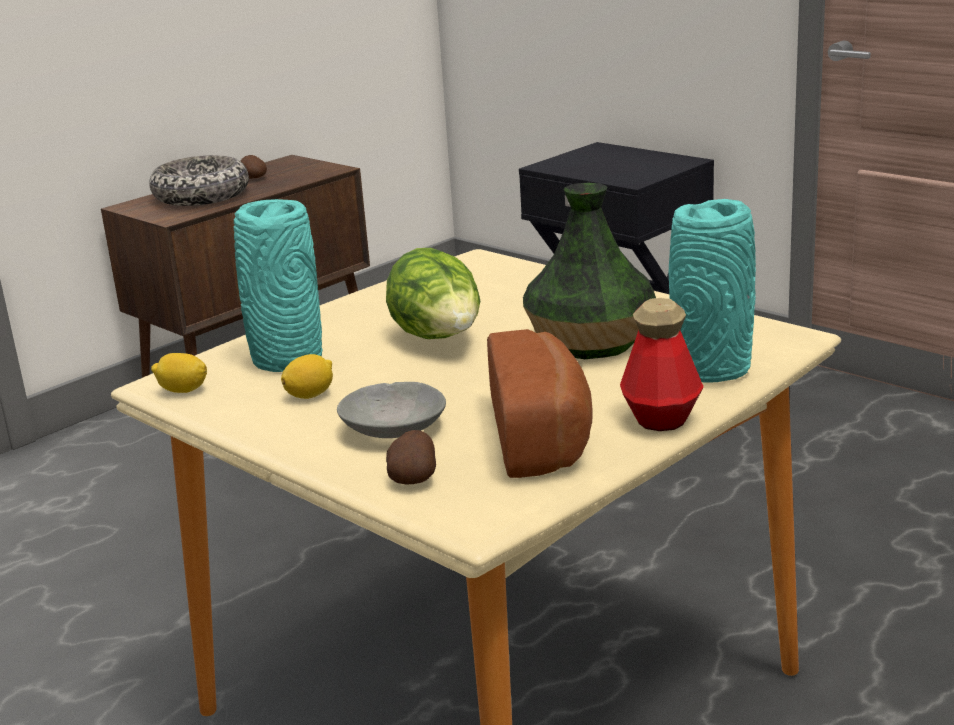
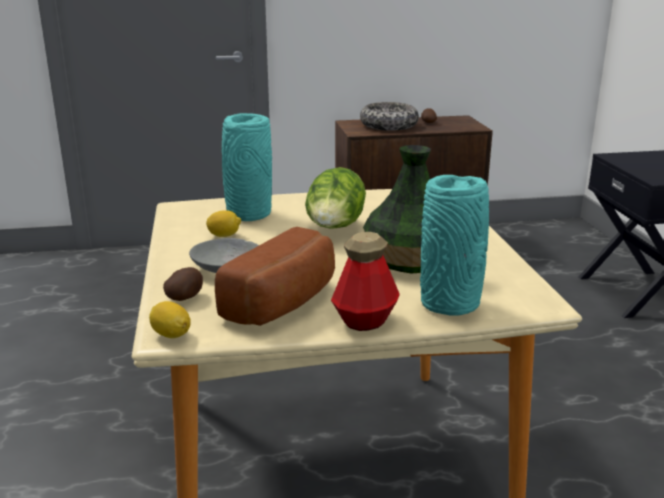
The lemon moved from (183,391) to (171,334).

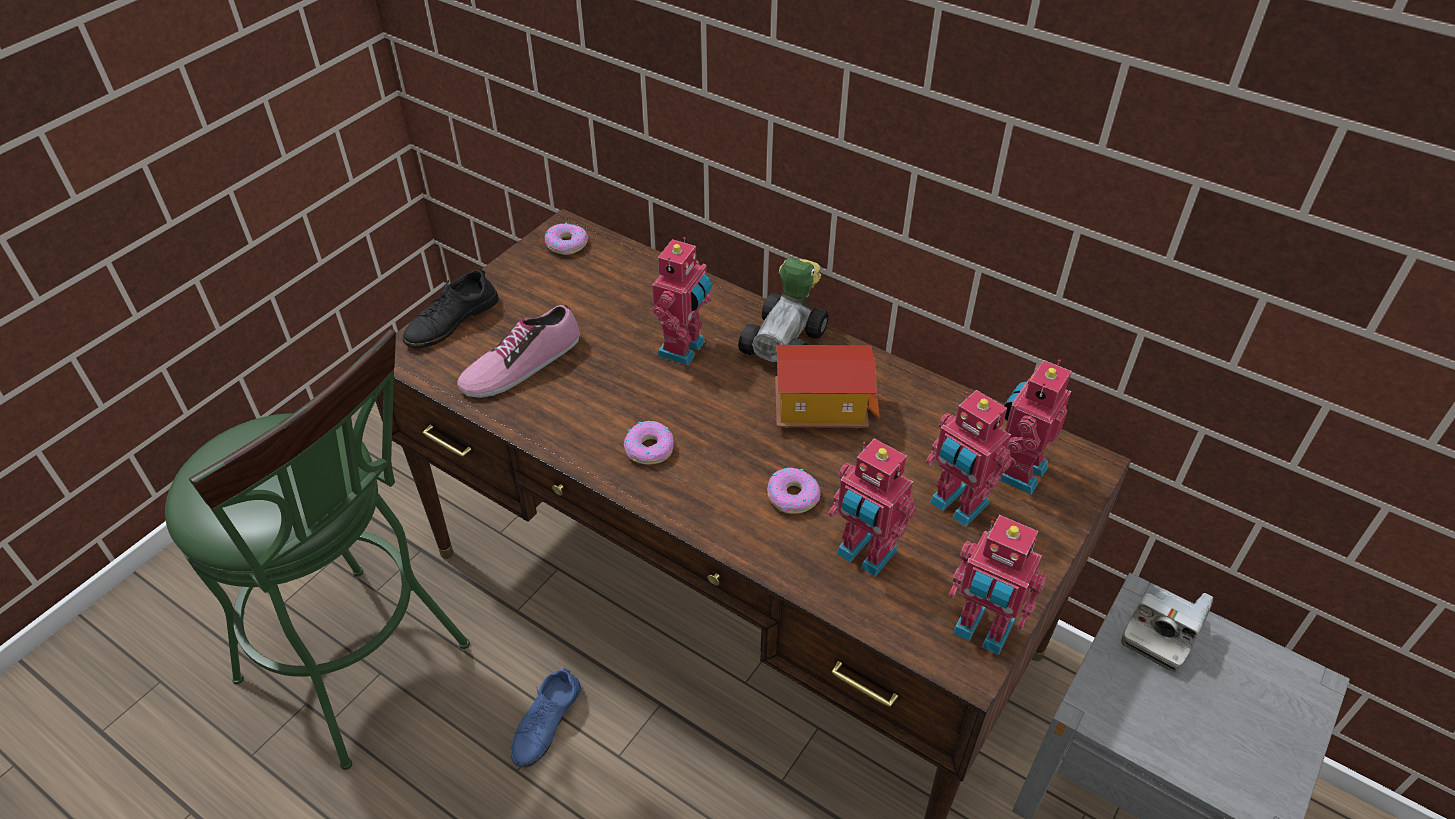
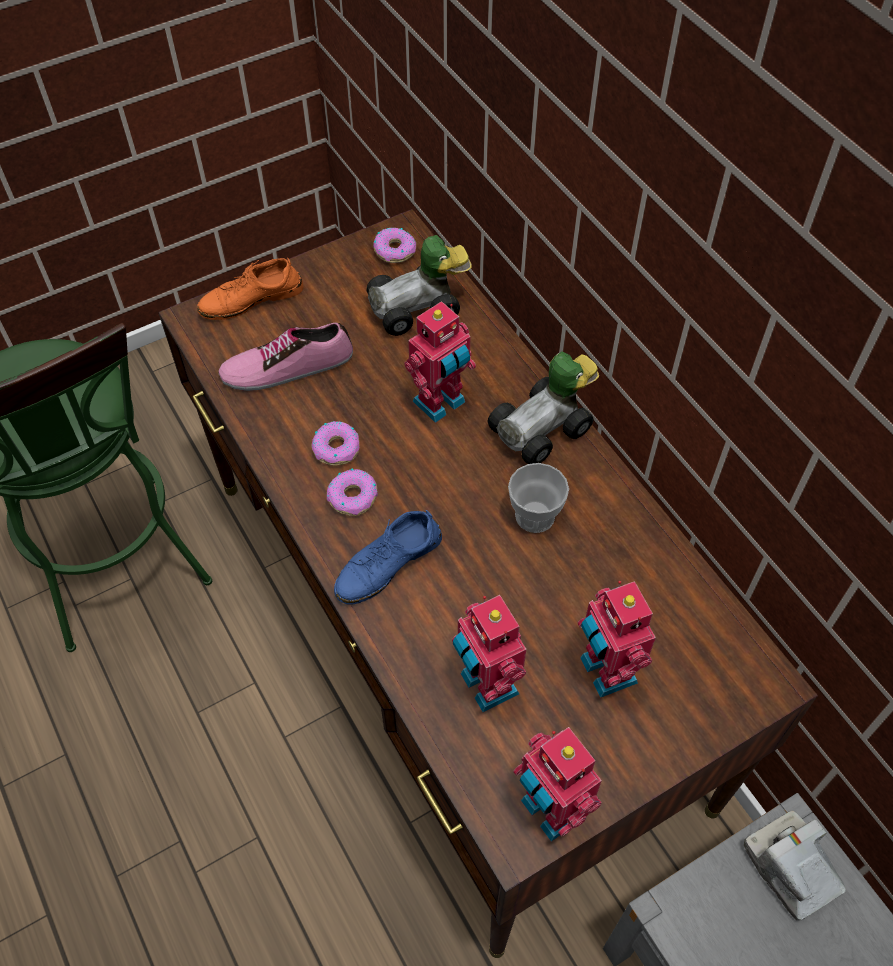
The black shoe at (451,321) became the orange shoe at (251,299). The donut moved from (793,496) to (337,448). The blue shoe moved from (546,722) to (388,564). The toy car at (419,309) appeared. The toy house at (821,408) was replaced by the cup at (535,516). The photo camera at (1161,632) turned 90 degrees clockwise. The toy robot at (1017,471) disappeared.

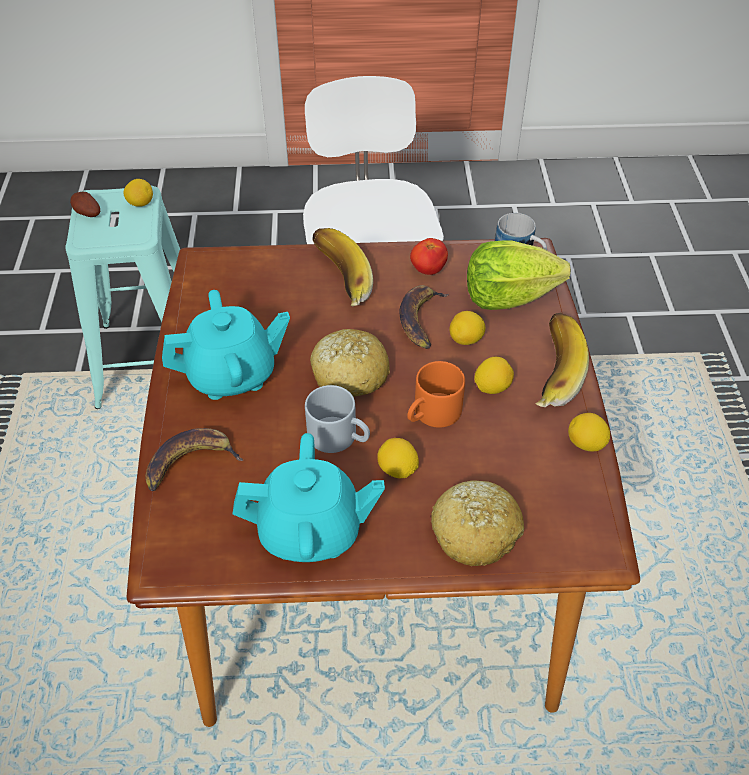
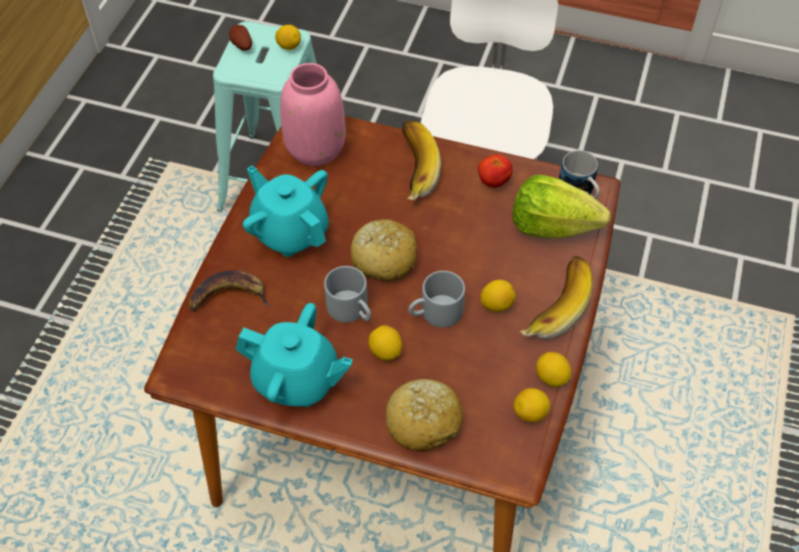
The turquoise teapot at (232,375) turned 135 degrees counterclockwise. The pink vase at (314,147) appeared. The orange mug at (432,414) became the grey mug at (435,313). The lemon moved from (466,340) to (530,413). The banana at (421,319) disappeared.

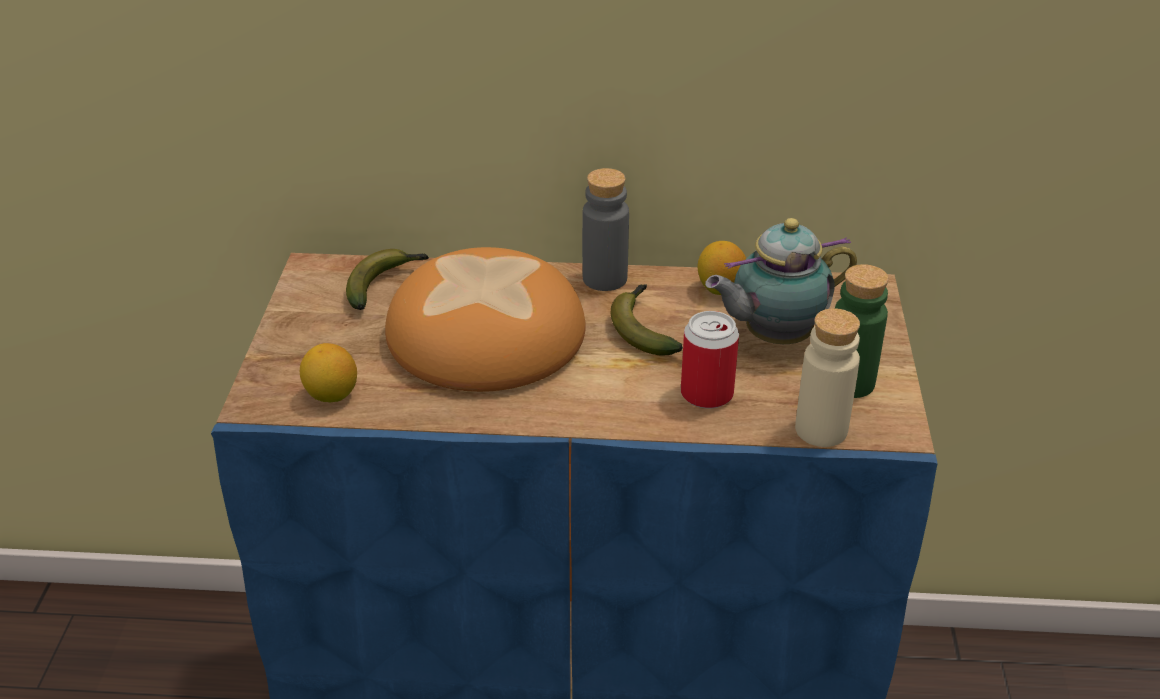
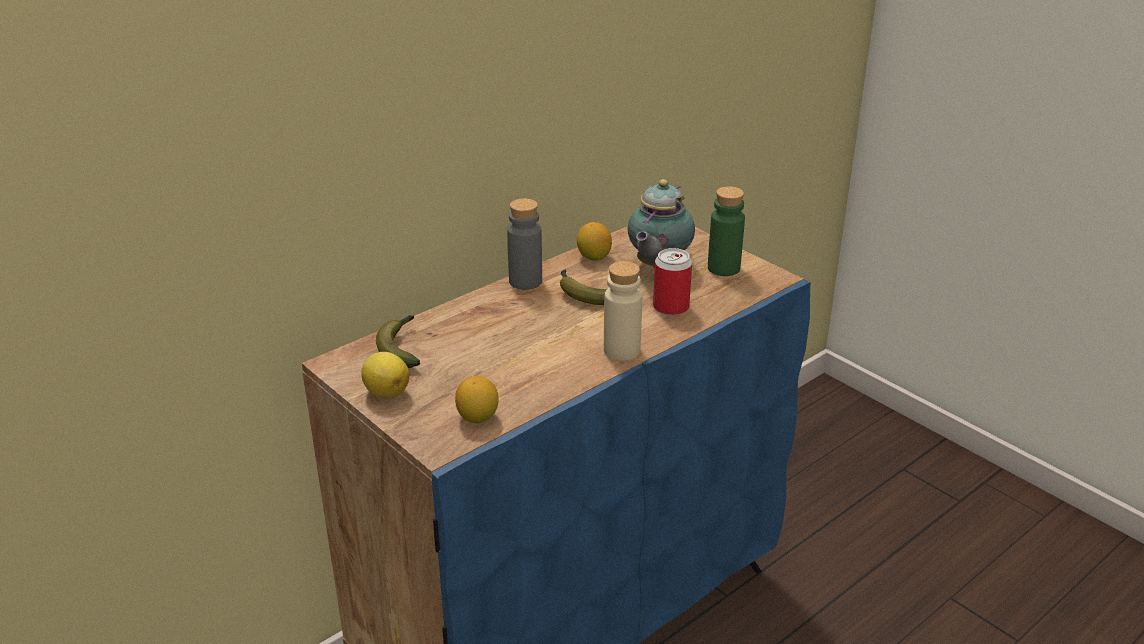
The lemon at (386,392) appeared. The beige bottle moved from (821,430) to (621,351). The bread at (488,334) disappeared.

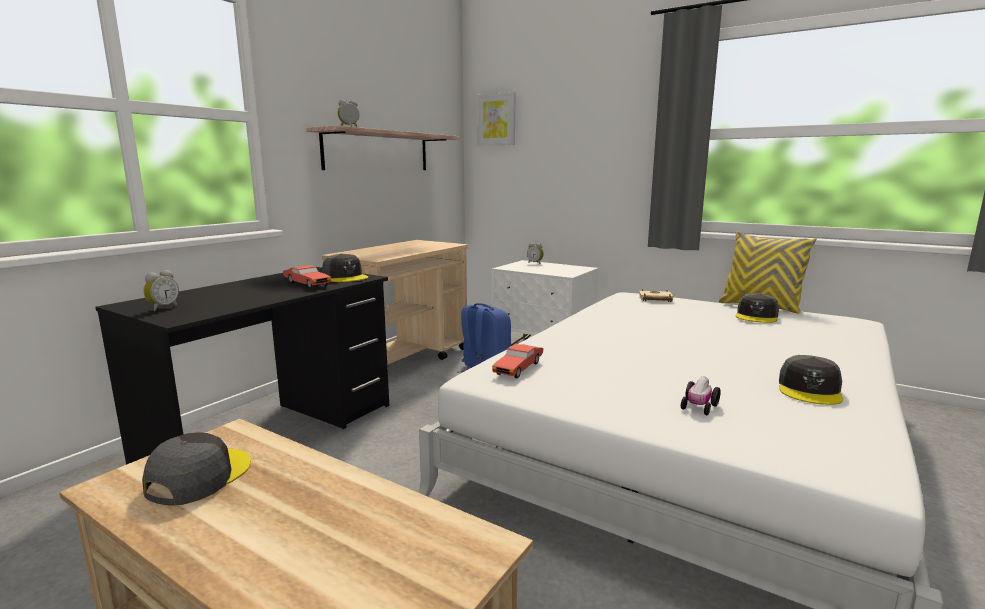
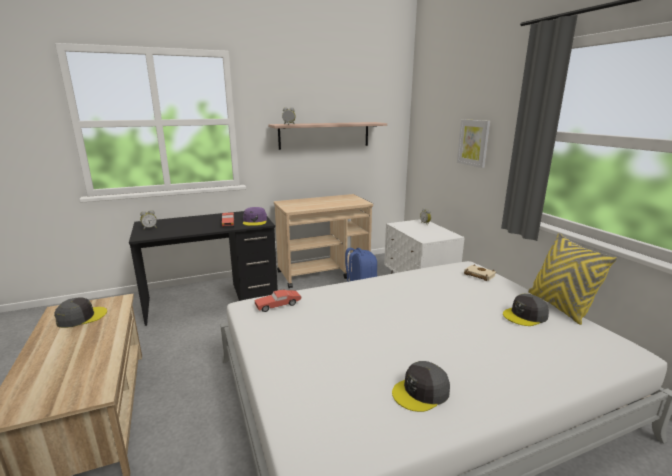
The grey cap at (345,277) became the purple cap at (255,221). The picture moved from (496,119) to (473,142). The toy car at (698,407) disappeared.

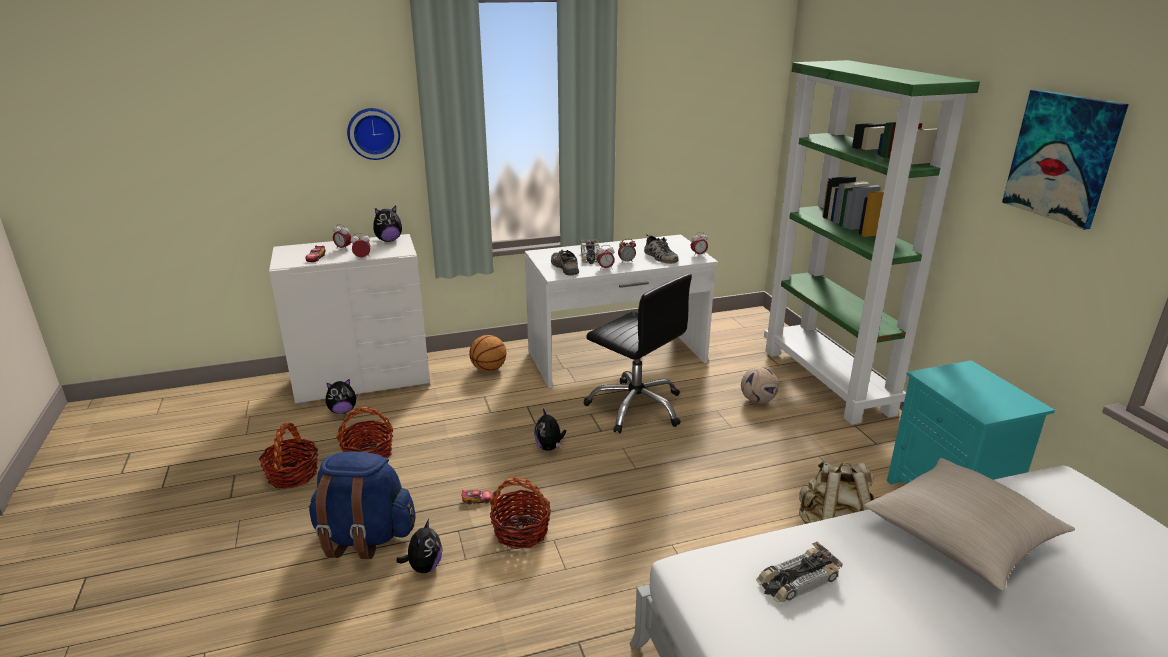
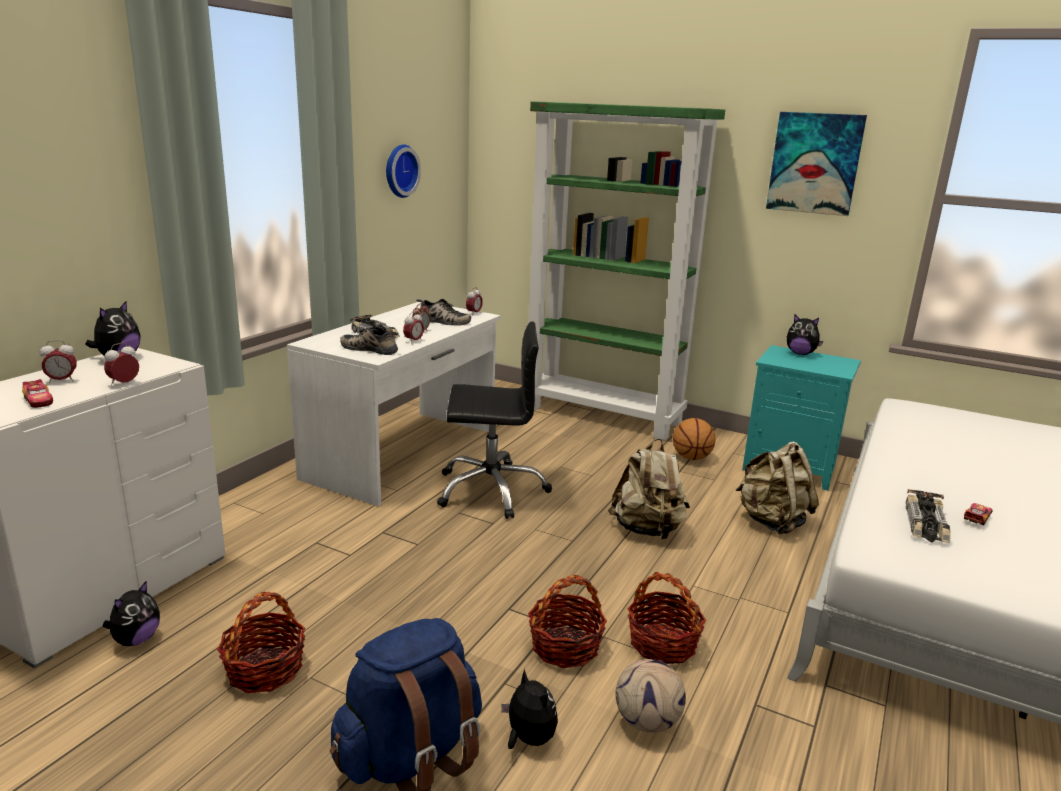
The wall clock moved from (373,133) to (399,171). The beige backpack at (647,530) appeared. The football moved from (757,401) to (648,722). The basket moved from (293,475) to (662,643). The basketball moved from (489,369) to (691,458). The plush toy moved from (550,447) to (800,353). The toy car moved from (478,499) to (977,518). The beige pillow at (961,537) disappeared.

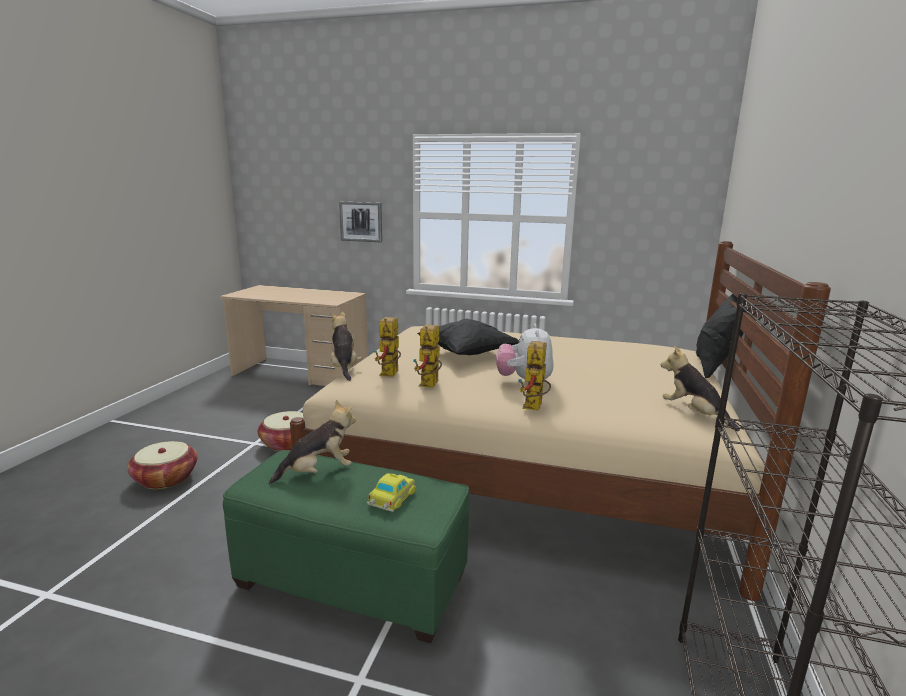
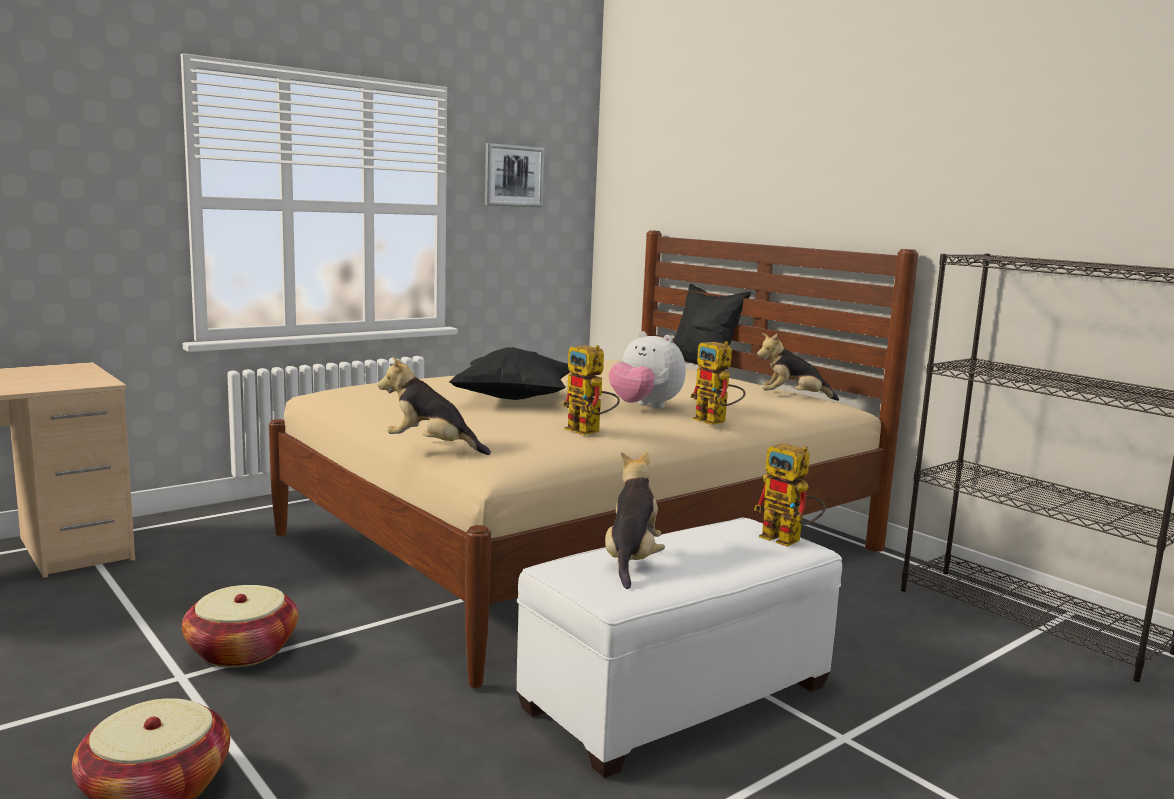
The picture moved from (361,221) to (513,176). The green ottoman at (352,580) became the white ottoman at (677,698). The toy robot moved from (390,375) to (789,540). The toy car at (391,498) disappeared.

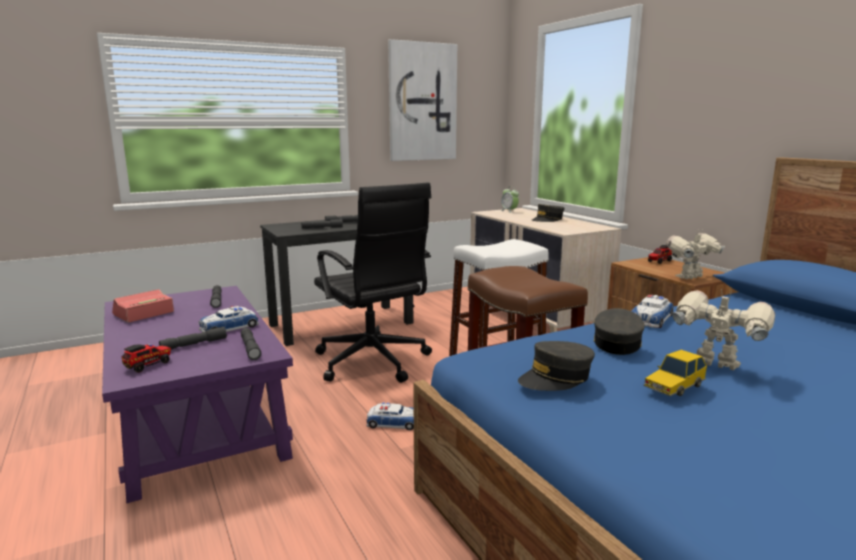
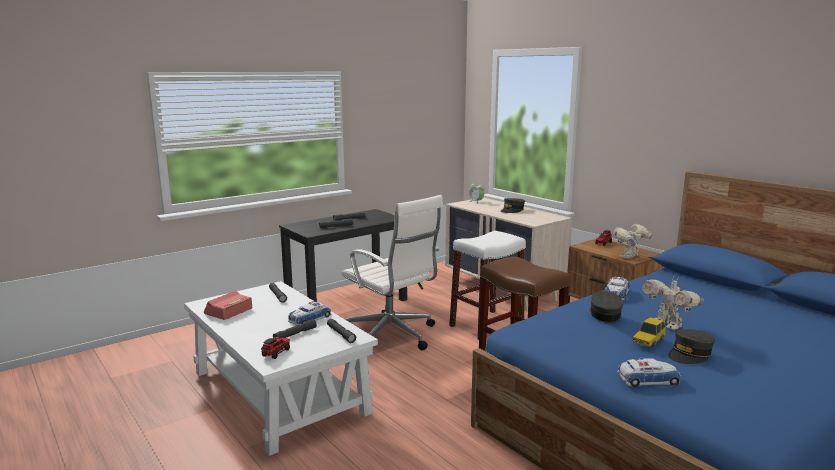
The purple coffee table at (198,419) became the white coffee table at (279,392). The black office chair at (373,362) became the white office chair at (392,336). The toy car moved from (393,422) to (648,379). The toy robot at (715,365) turned 150 degrees counterclockwise. The grey cap moved from (556,378) to (690,354). The picture at (422,102) disappeared.

